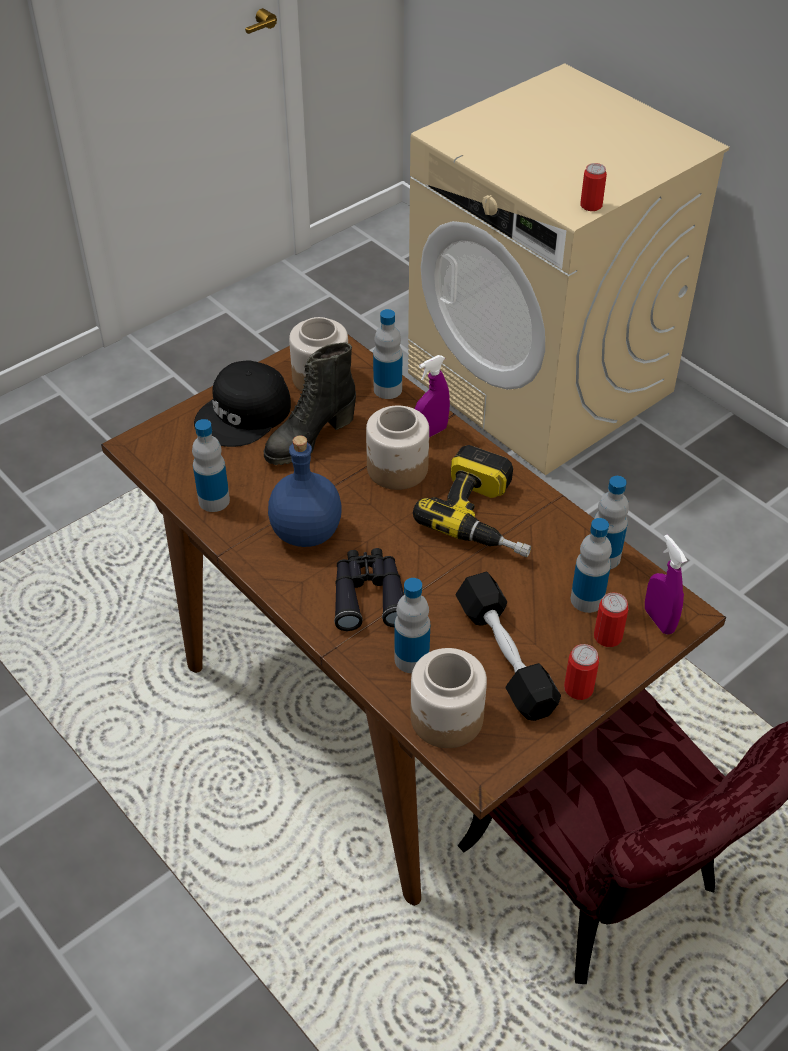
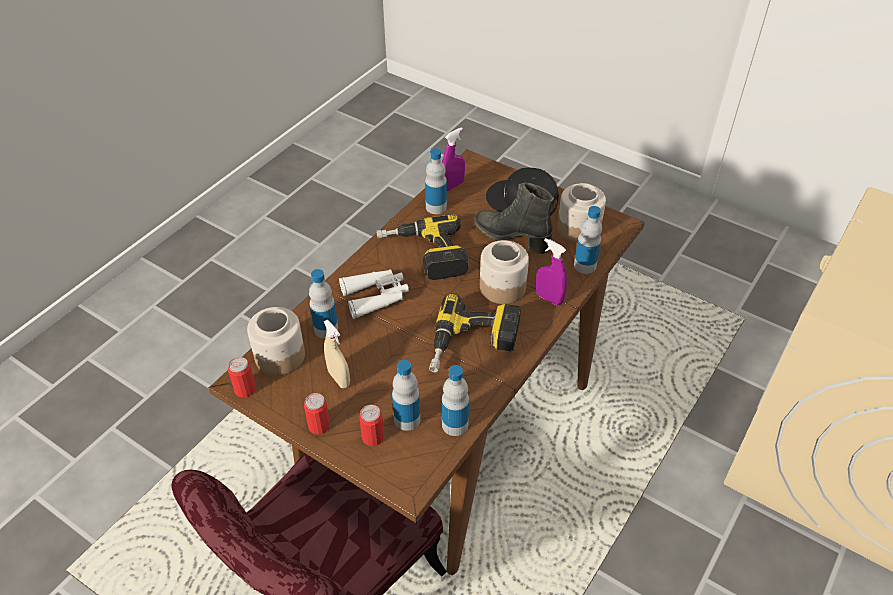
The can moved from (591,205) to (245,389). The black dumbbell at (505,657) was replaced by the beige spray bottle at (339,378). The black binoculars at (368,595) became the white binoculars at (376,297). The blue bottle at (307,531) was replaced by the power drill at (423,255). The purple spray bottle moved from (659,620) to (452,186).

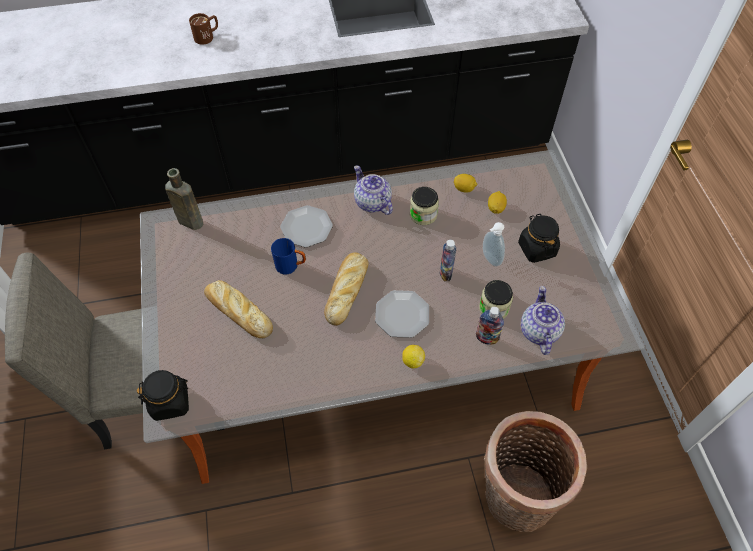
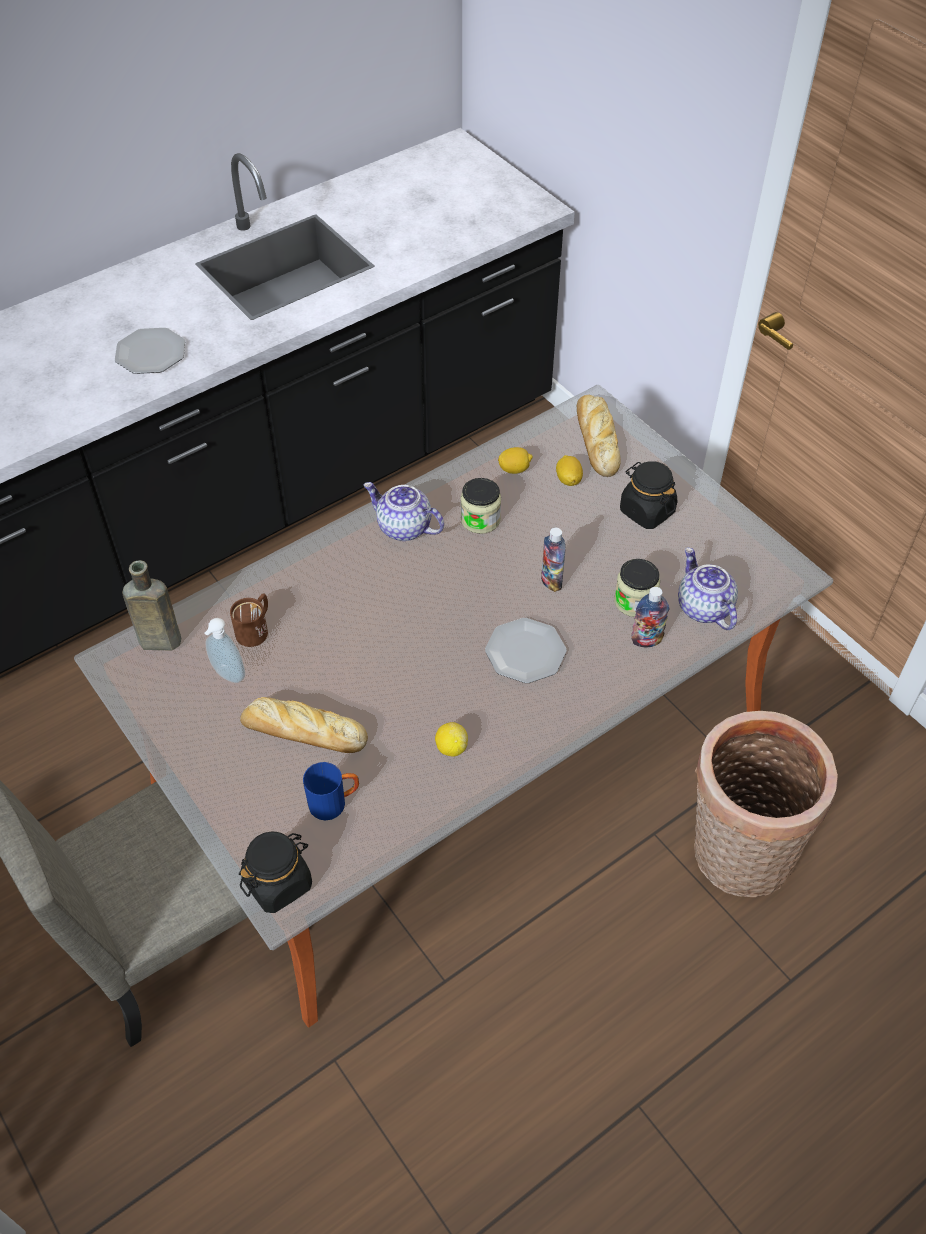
The plate moved from (307,228) to (151,353). The soap dispenser moved from (489,259) to (227,676). The brown mug moved from (207,36) to (256,628). The blue mug moved from (291,266) to (334,802). The lemon moved from (412,361) to (451,748). The bread moved from (347,289) to (596,439).

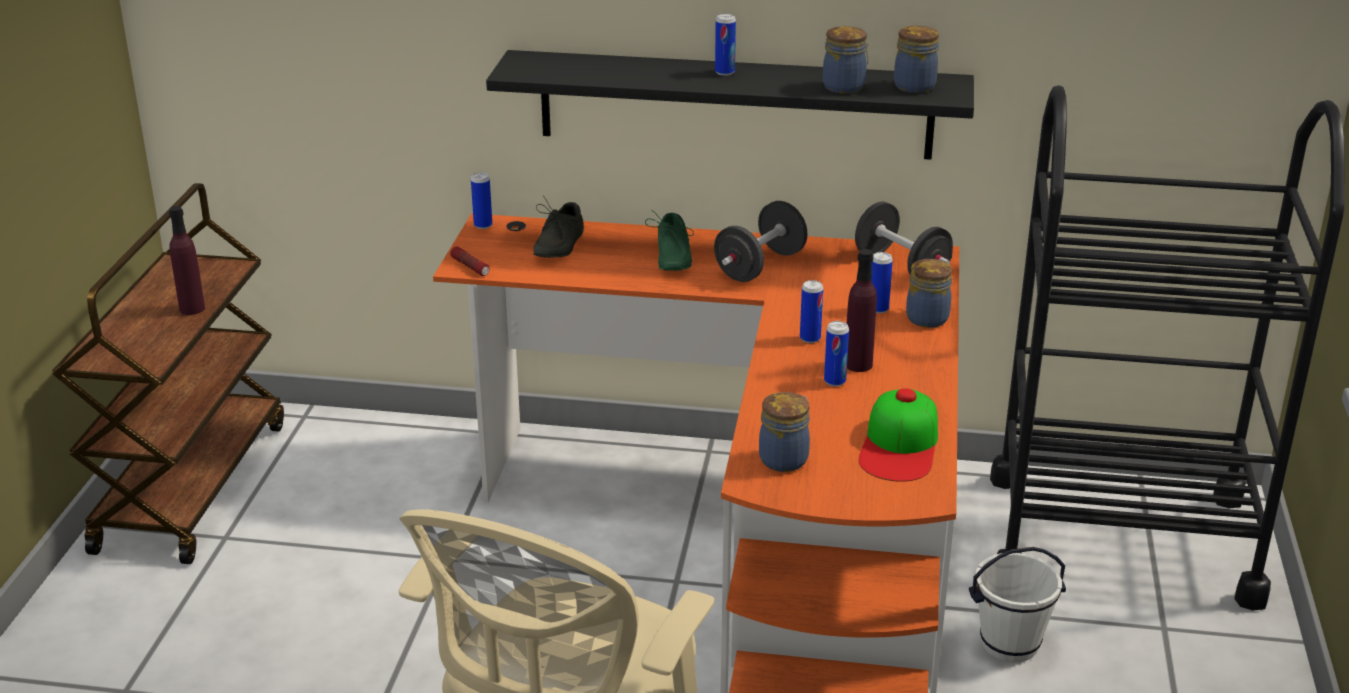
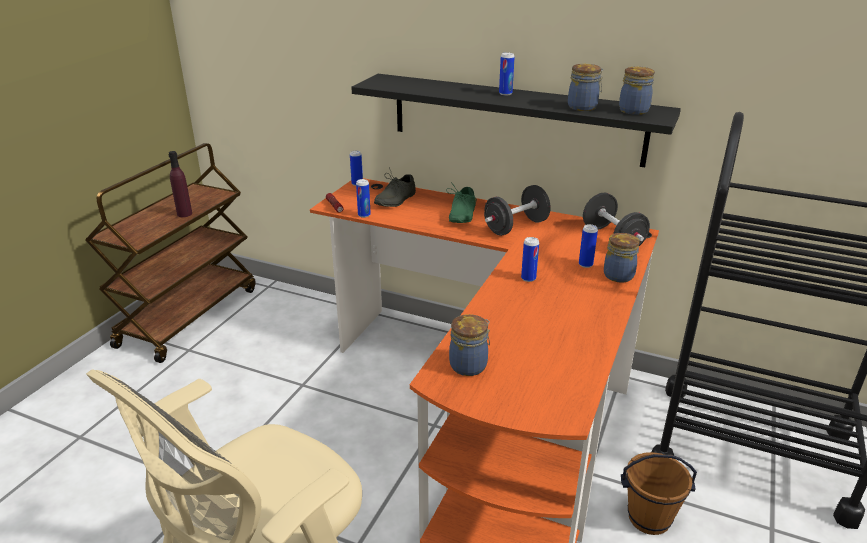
The can moved from (834,381) to (364,215). The white bucket at (1009,643) became the brown bucket at (649,518). The purple bottle at (858,364) disappeared. The cap at (900,446) disappeared.

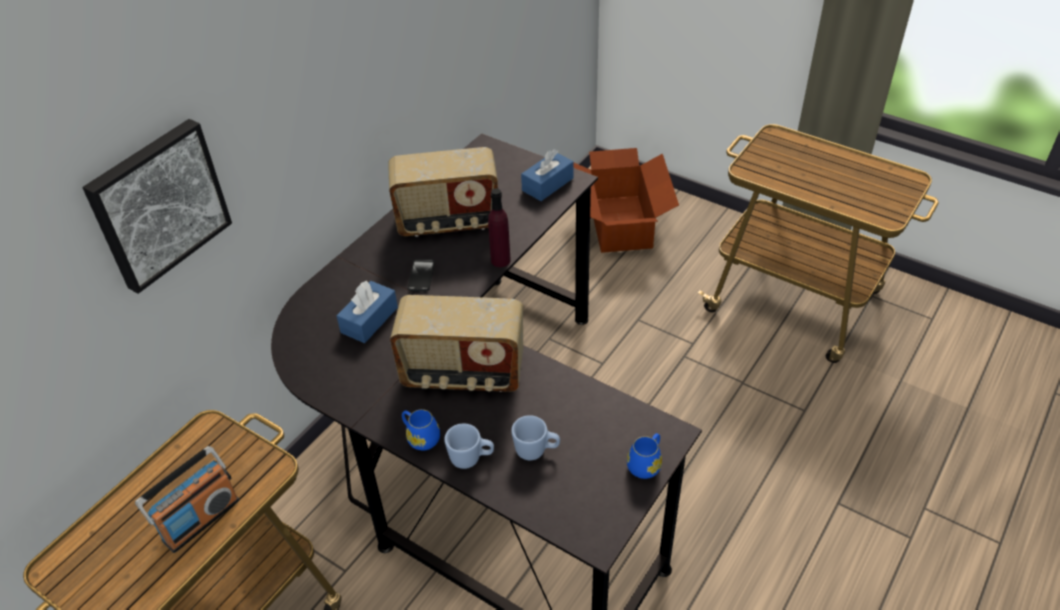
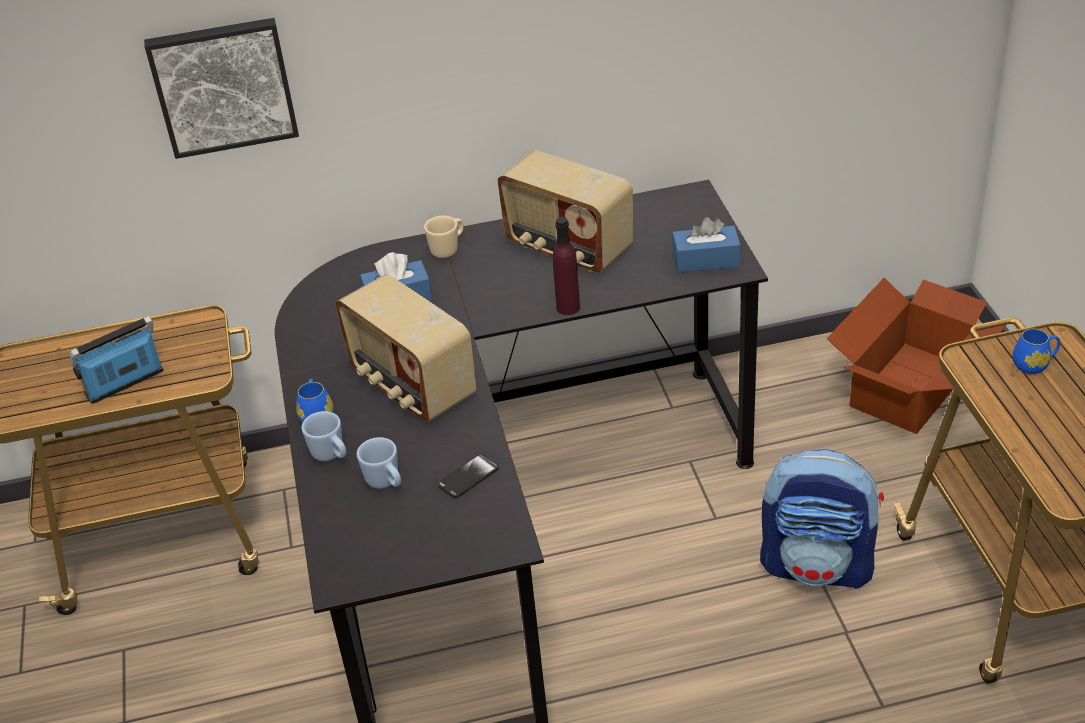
The radio at (200,520) turned 150 degrees clockwise. The beige mug at (448,249) appeared. The phone moved from (421,276) to (468,477). The backpack at (818,566) appeared. The blue mug moved from (646,464) to (1034,364).

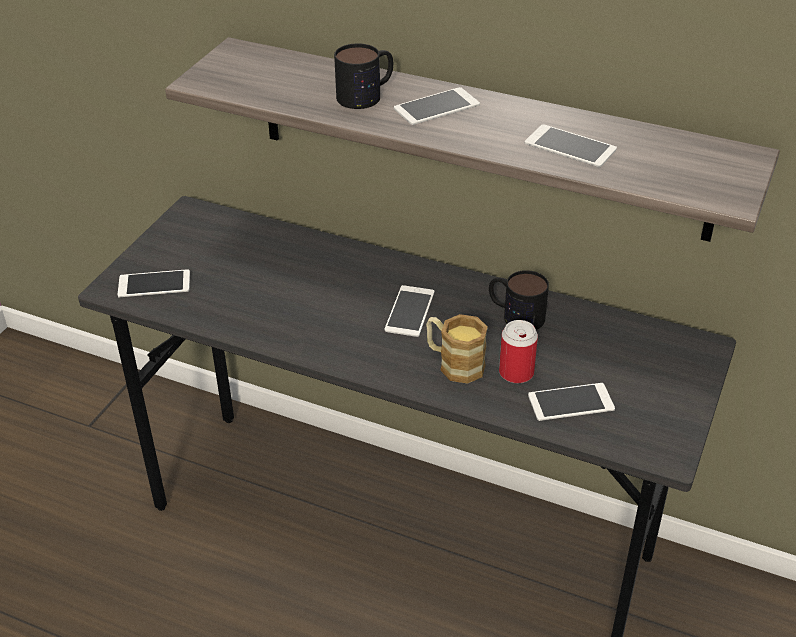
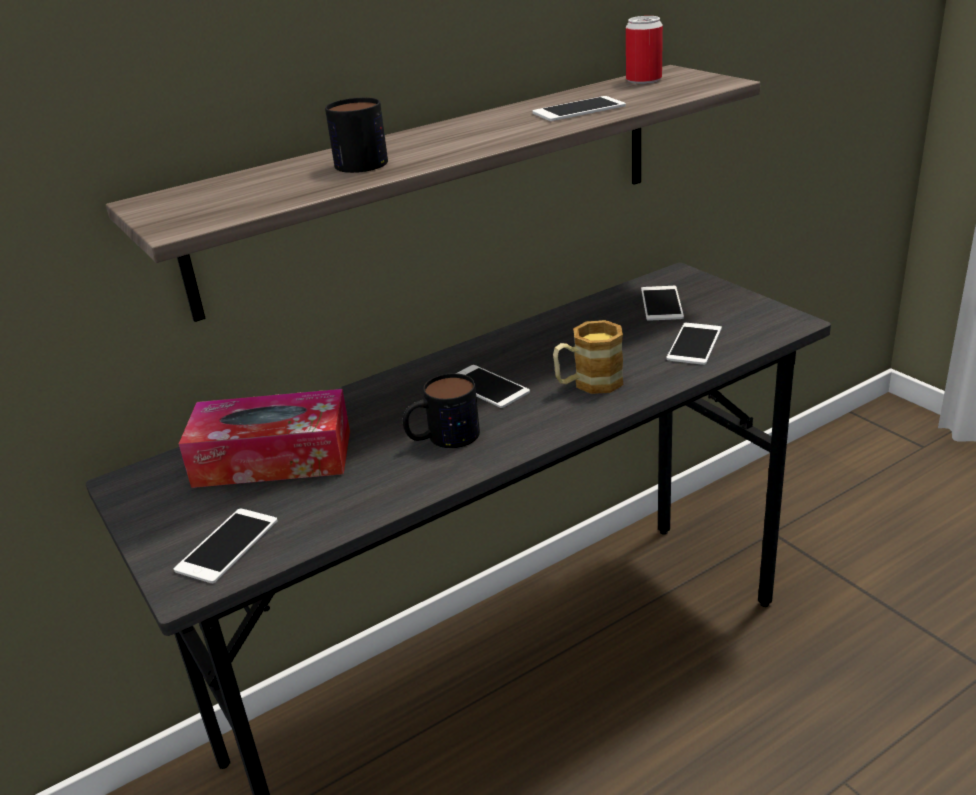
The tissue box at (273,458) appeared. The mug moved from (515,314) to (442,438). The can moved from (516,373) to (643,80). The phone moved from (436,107) to (661,303).

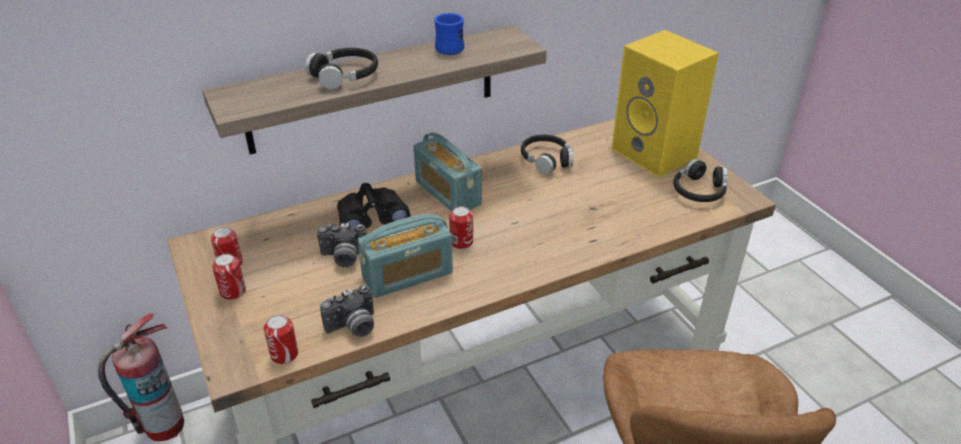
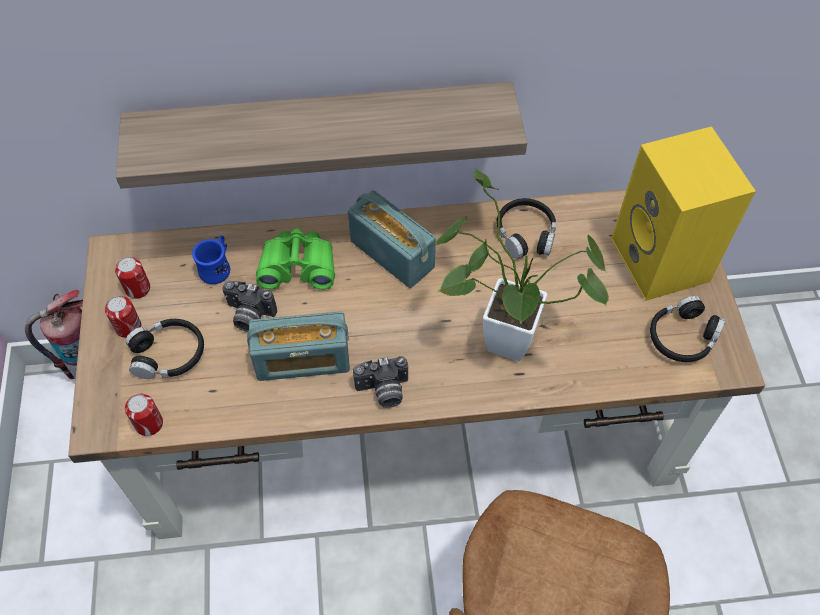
The black headphones moved from (345,76) to (168,354). The blue mug moved from (450,47) to (217,267). The black binoculars at (372,217) became the green binoculars at (298,266). The radio at (447,193) turned 150 degrees clockwise. The photo camera moved from (353,327) to (383,391). The potted plant at (497,339) appeared. The can at (461,242) disappeared.

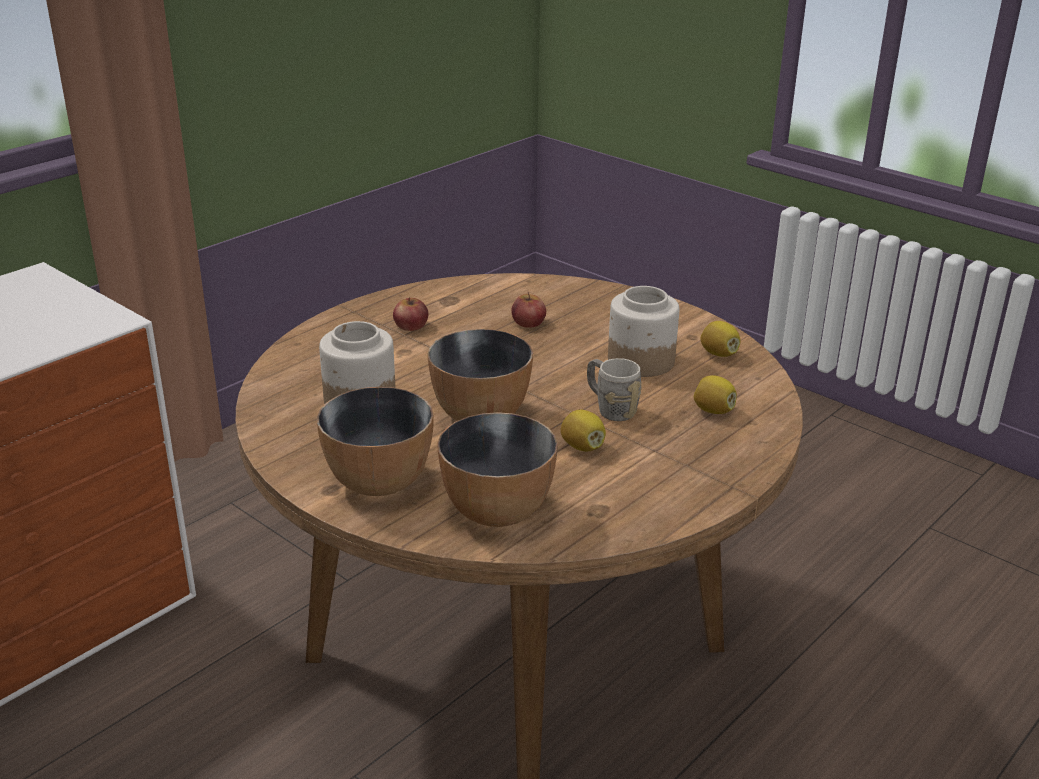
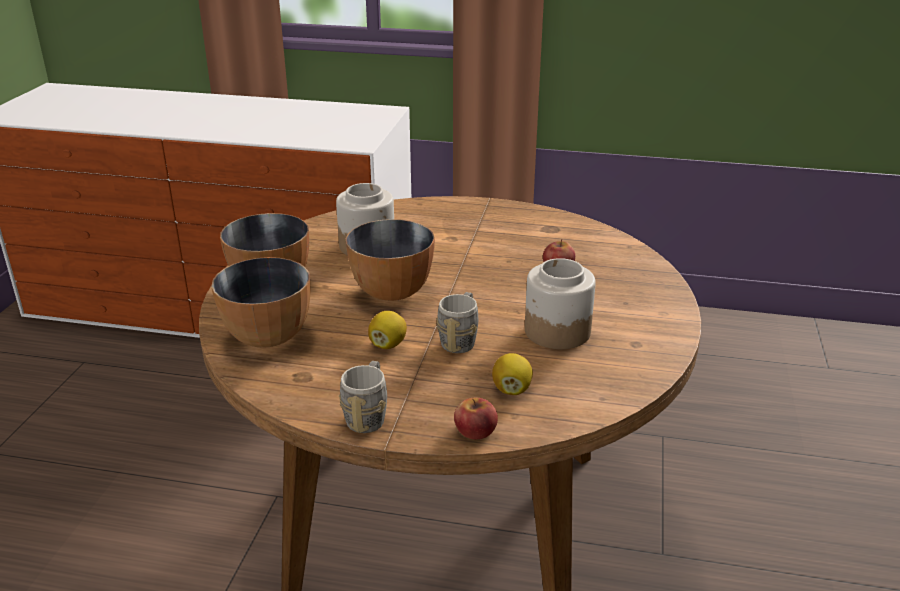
The grey mug at (368,415) appeared. The apple moved from (411,325) to (475,430). The lemon at (719,354) disappeared.

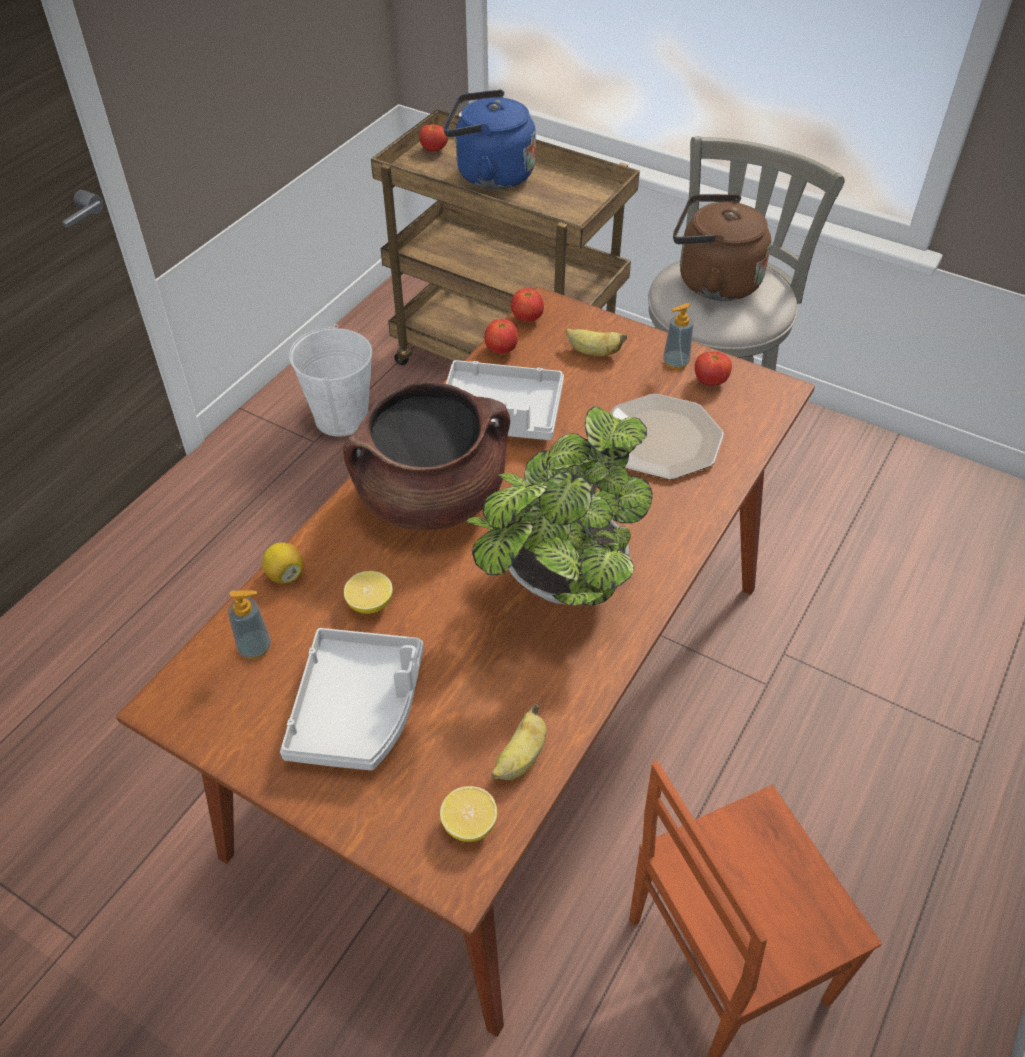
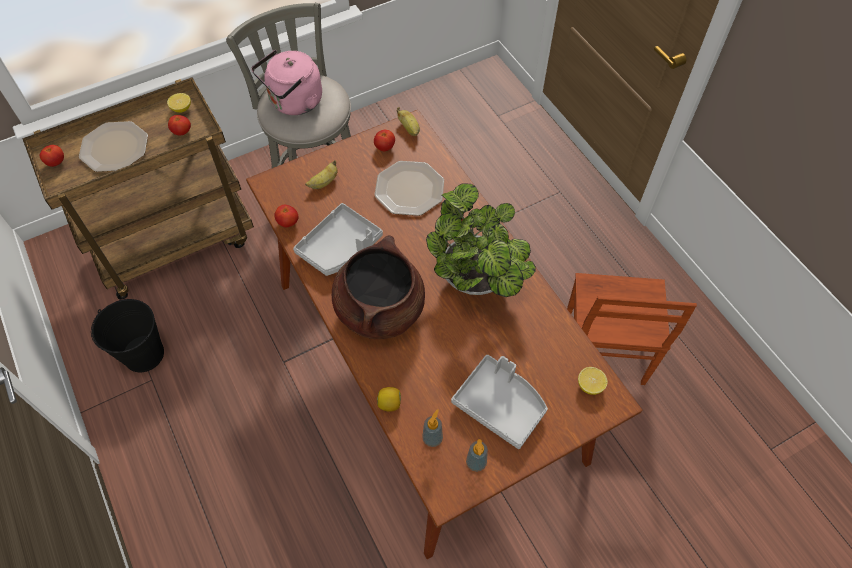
The blue kettle at (489,175) was replaced by the plate at (114,148). The white bucket at (342,418) became the black bucket at (144,354). The lemon moved from (370,604) to (181,109). The tomato moved from (527,318) to (182,132). The brown kettle at (712,282) became the pink kettle at (294,103). The banana moved from (520,758) to (409,129). The soap dispenser moved from (675,362) to (476,462).

